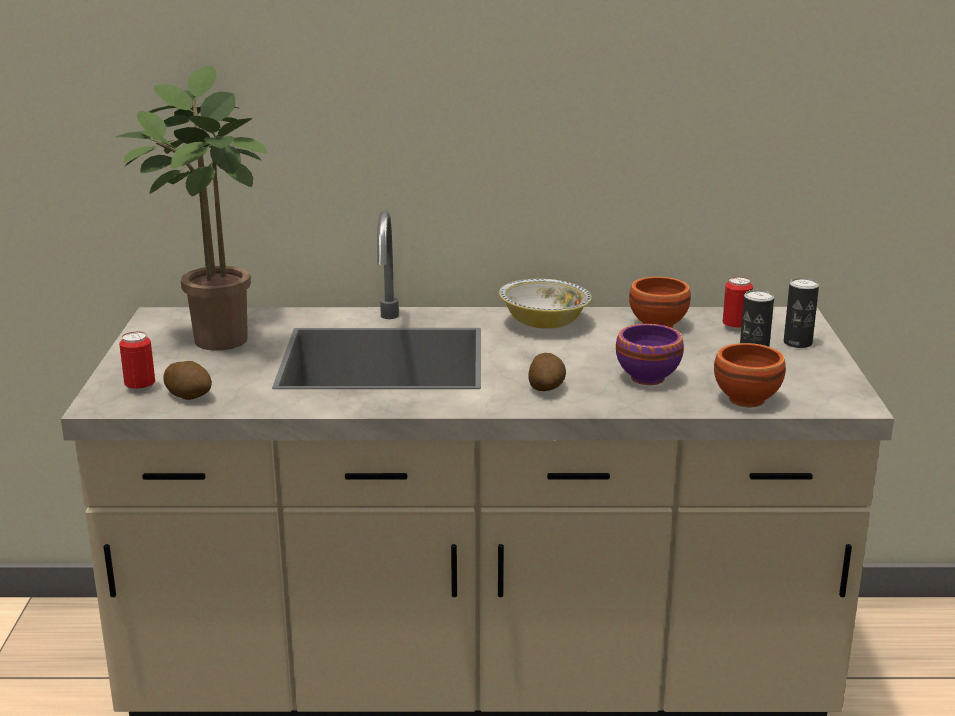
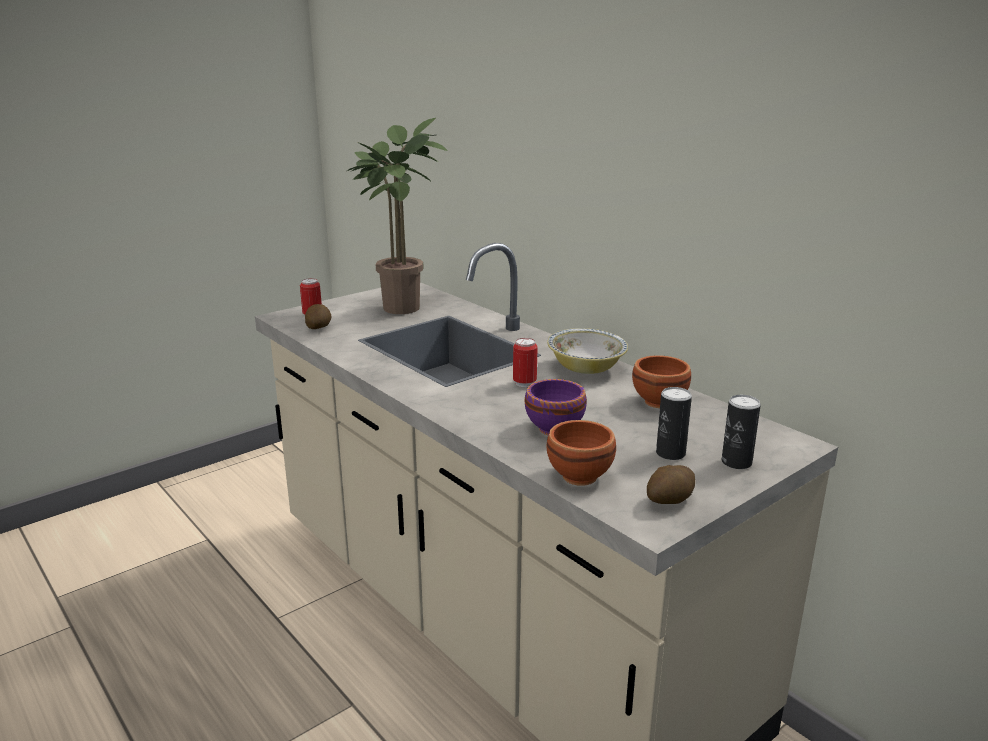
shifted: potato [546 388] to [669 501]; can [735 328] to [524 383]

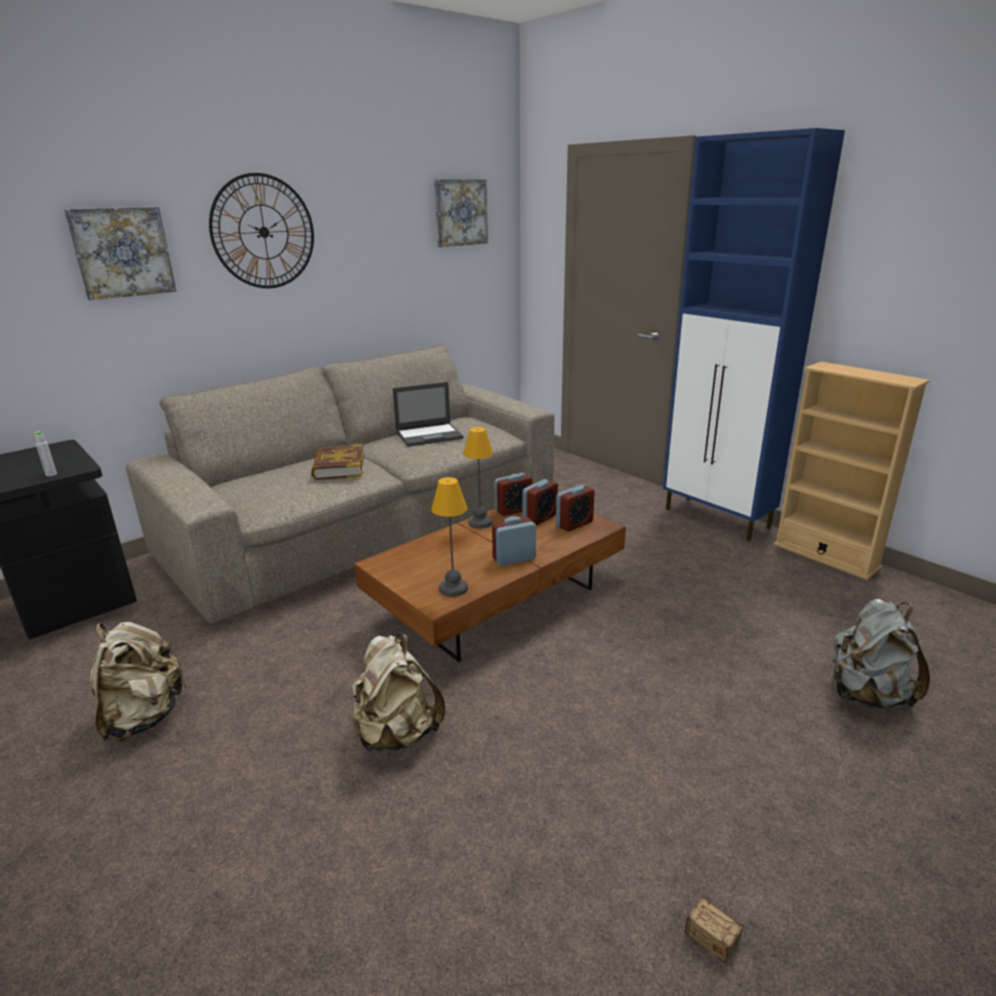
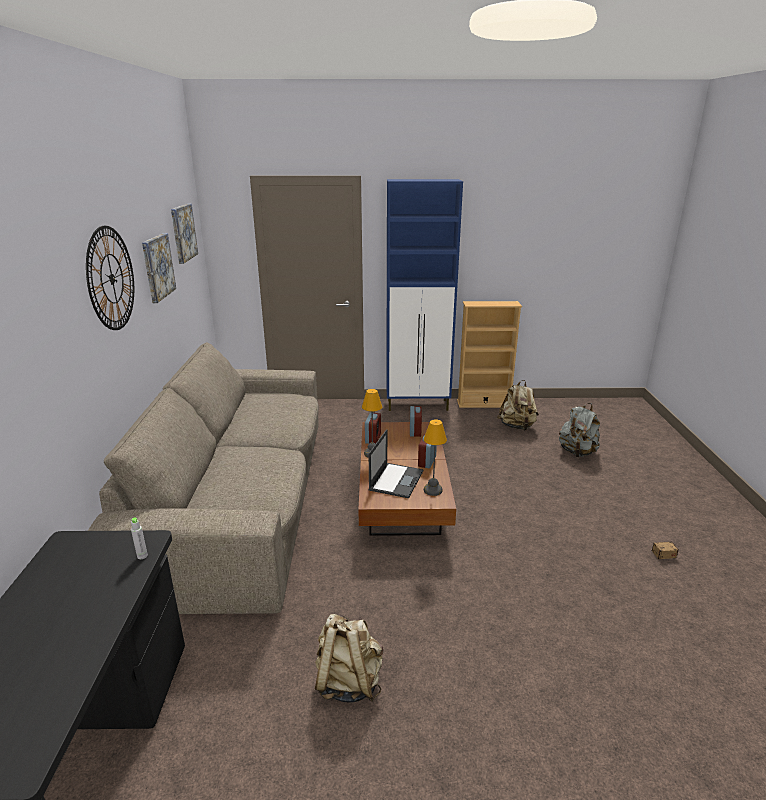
gone: book [338 467]; alarm clock [540 518]
shifted: picture [122 252] to [157 267]; beige backpack [396 734] to [517 427]; laptop [430 435] to [396 480]

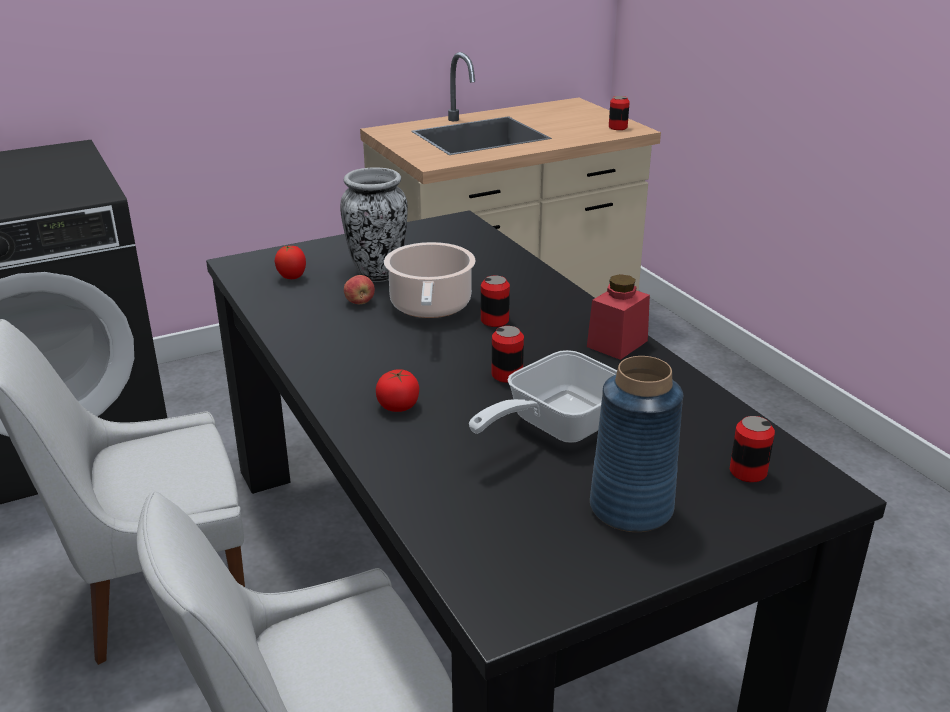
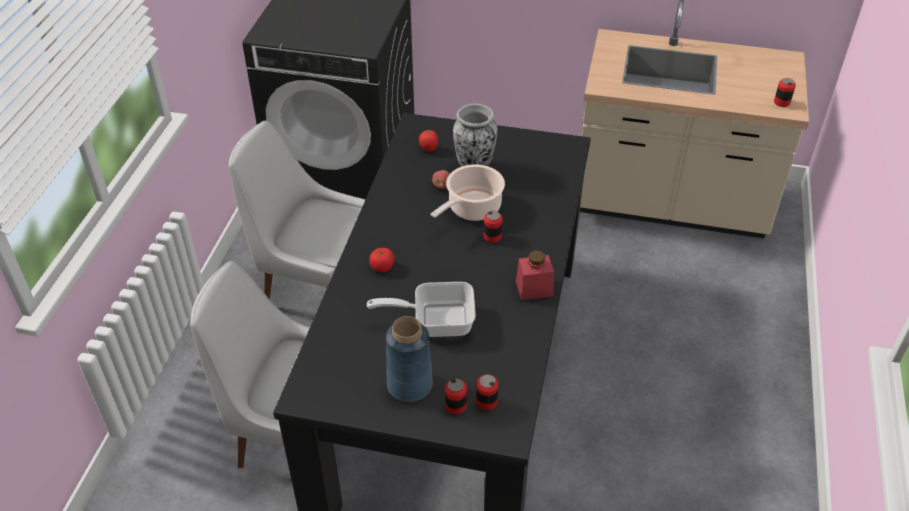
shifted: can [507 375] to [455 406]

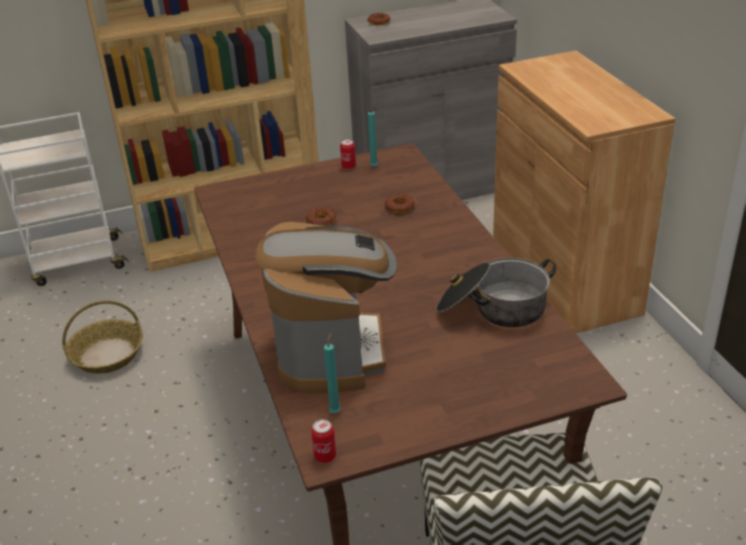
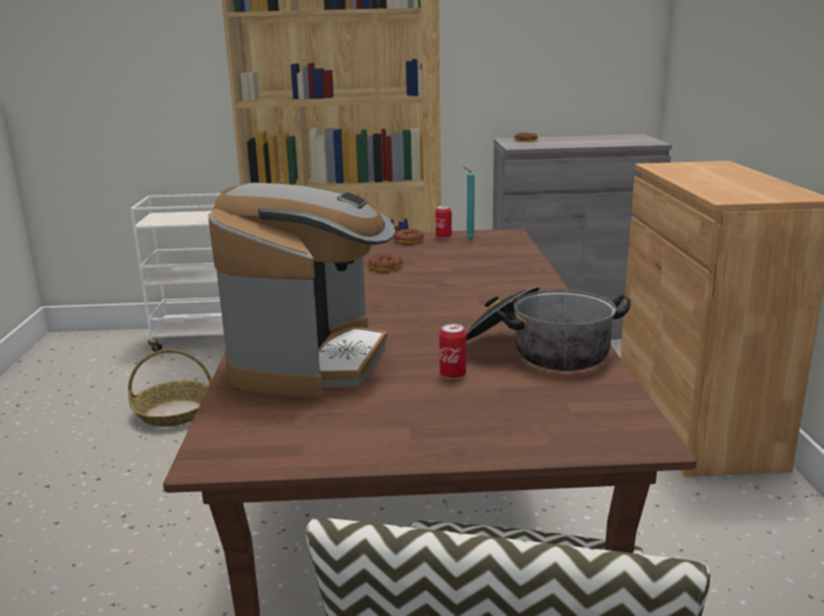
gone: turquoise candle [335 411]
shifted: can [325 456] to [452 375]; donut [399 207] to [408 240]

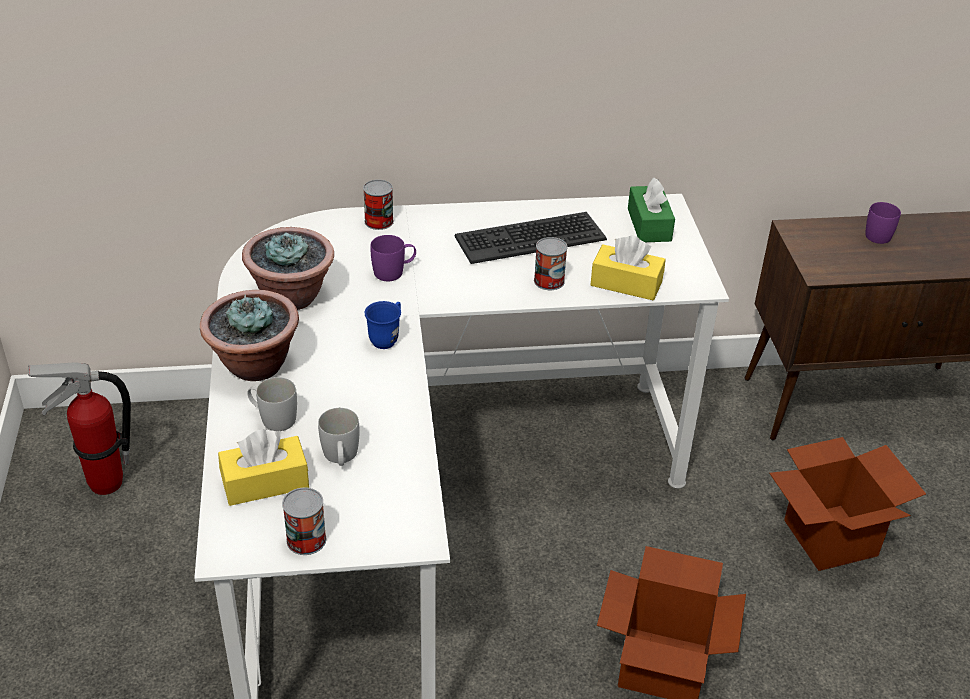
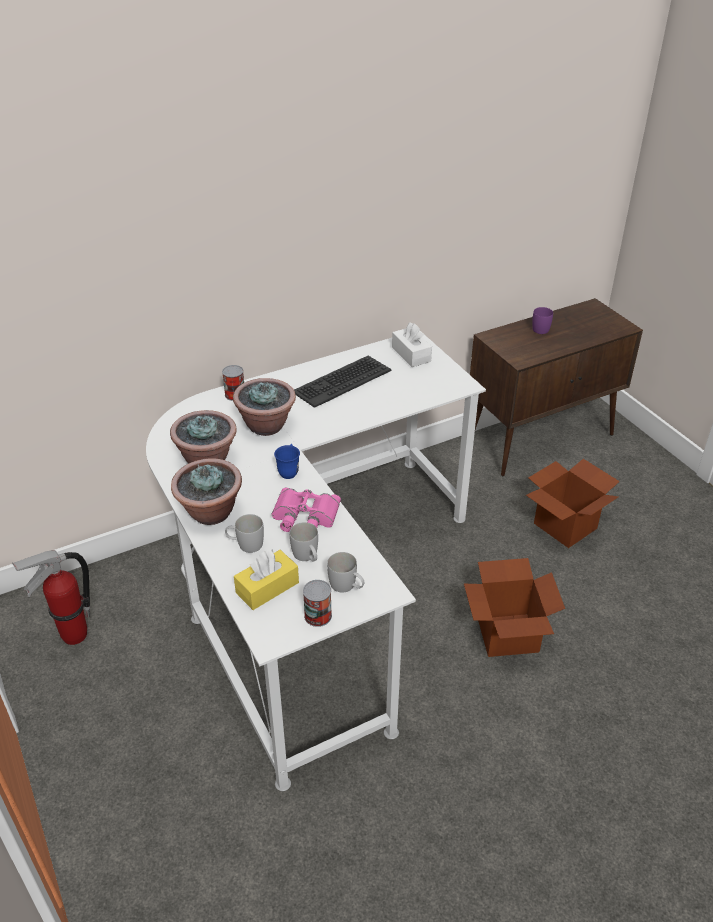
gone: can [549 281]; yellow tissue box [626 283]
new: pink binoculars [304 516]; white mug [347 586]
swapped: purple mug [394 272] to potted plant [266 425]
repainted: green tissue box [649 225] to white tissue box [411 354]

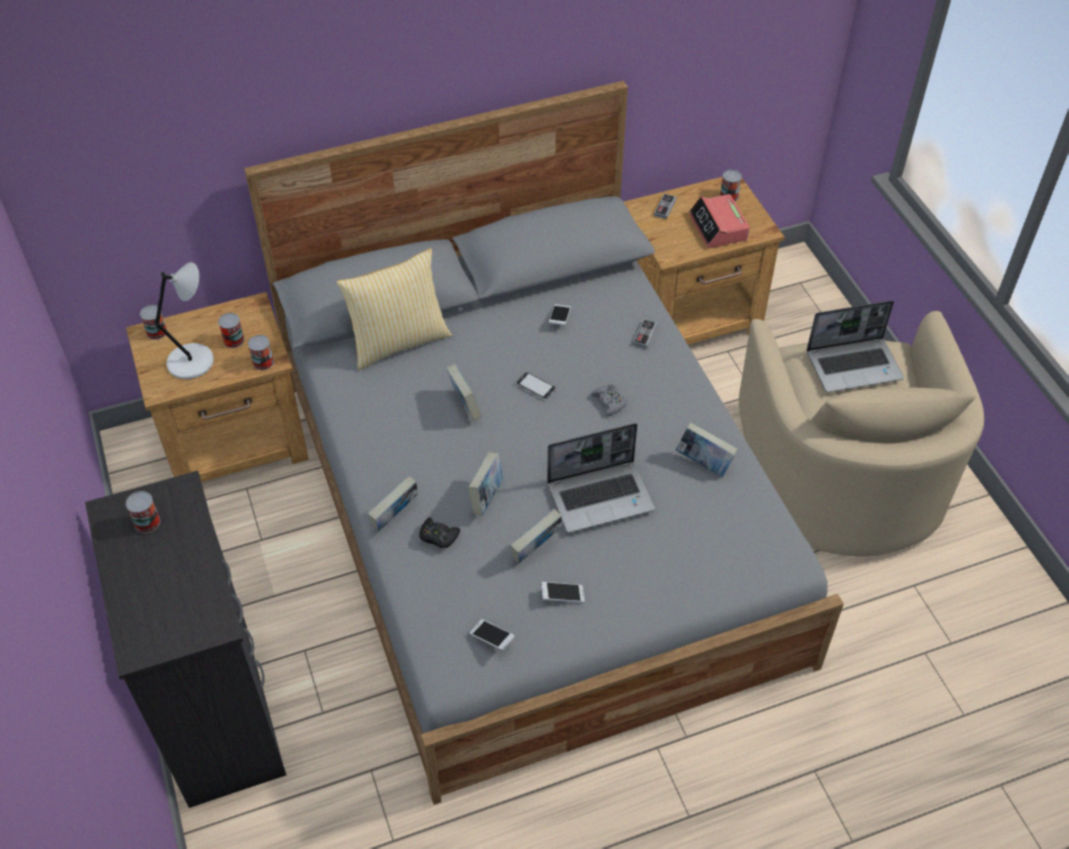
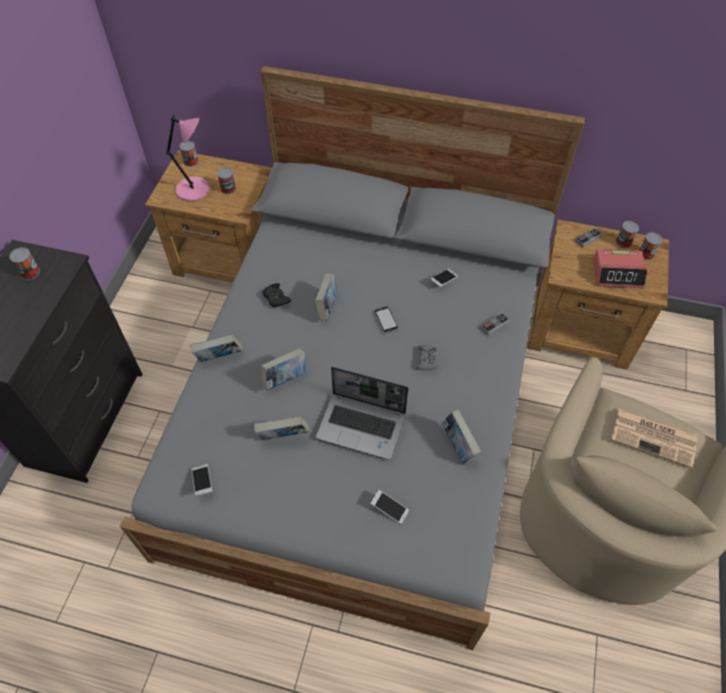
gone: pillow [398 341]
shifted: can [263 362] to [623 242]; black game controller [438 536] to [276 298]; phone [562 596] to [389 509]
swapped: laptop [854 365] to newspaper [655 437]
repainted: grey table lamp [193 361] to pink table lamp [195 189]
rotated: alarm clock [718 228] = [617 273] 105 degrees counterclockwise

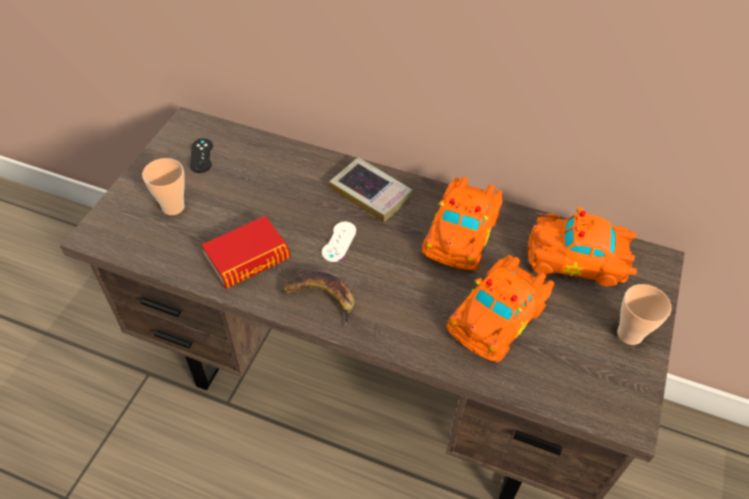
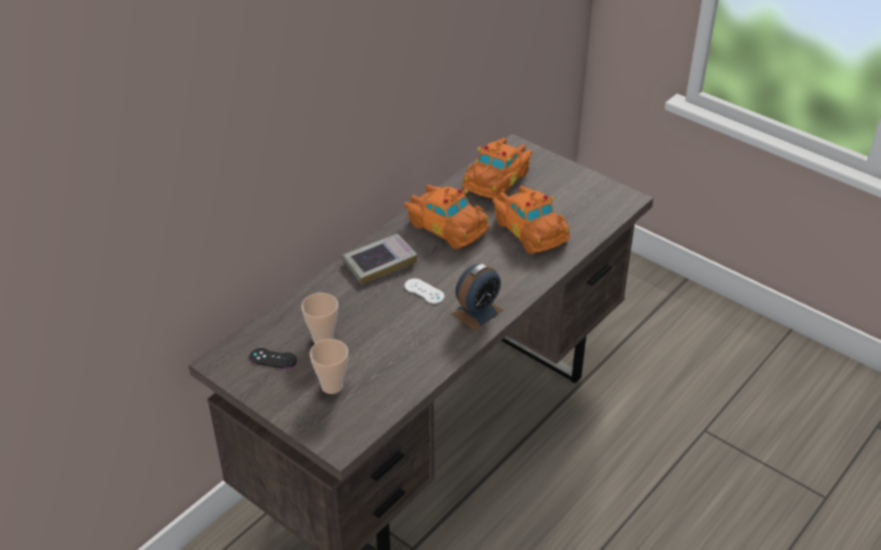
gone: book [247 258]
shifted: cup [629 334] to [323 338]
swapped: banana [322 298] to alarm clock [477 312]

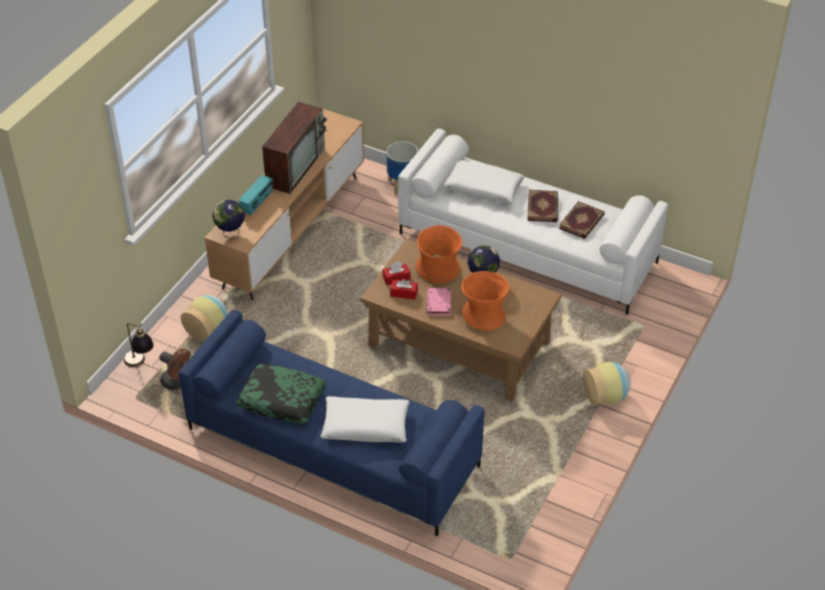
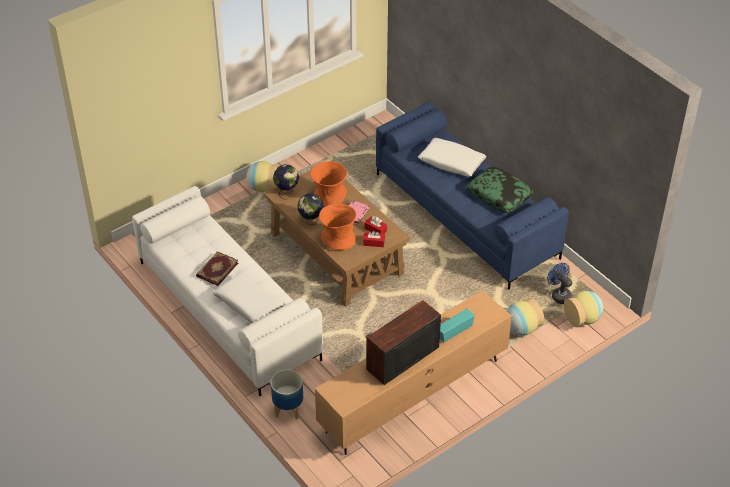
gone: book [582 222]
shifted: globe [230 234] to [286 191]
swapped: table lamp [140 363] to vase [583 319]
repainted: brown fan [177 382] to blue fan [559 295]

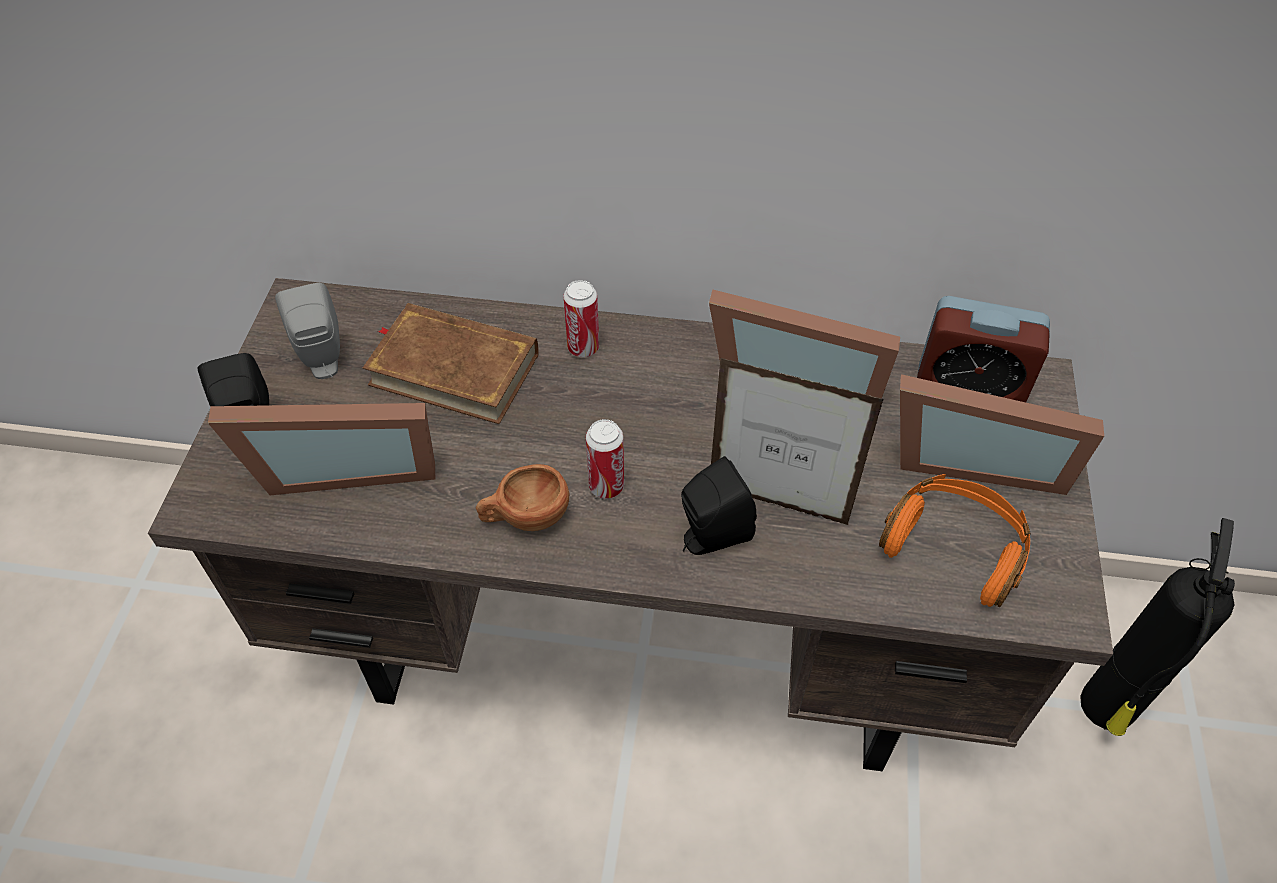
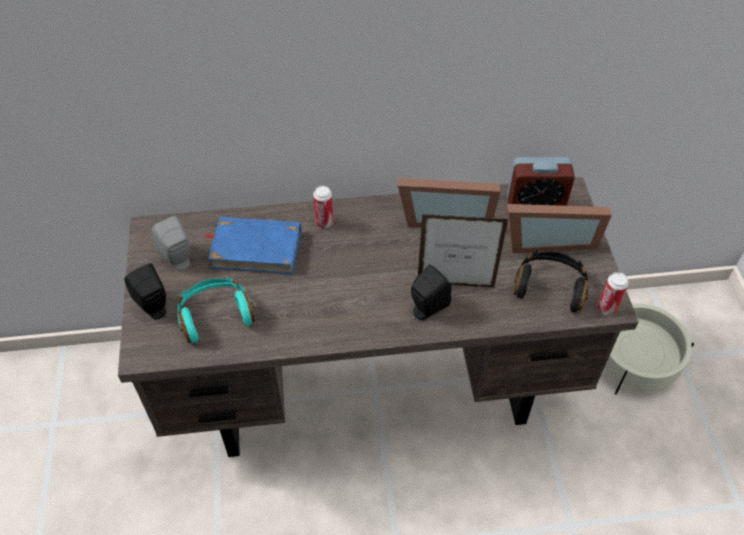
gone: brown cup [525 518]
shifted: can [606 486] to [607 308]
swapped: picture frame [344 466] to turquoise headphones [215 315]; fire extinguisher [1106 709] to beige planter [634 362]
repainted: brown book [454 368] to blue book [256 248]; orange headphones [954 547] to black headphones [550 287]

